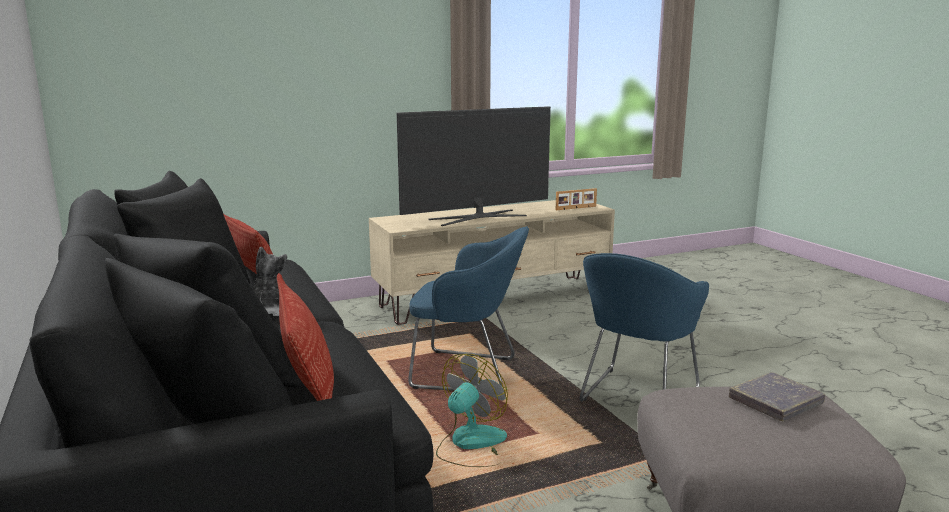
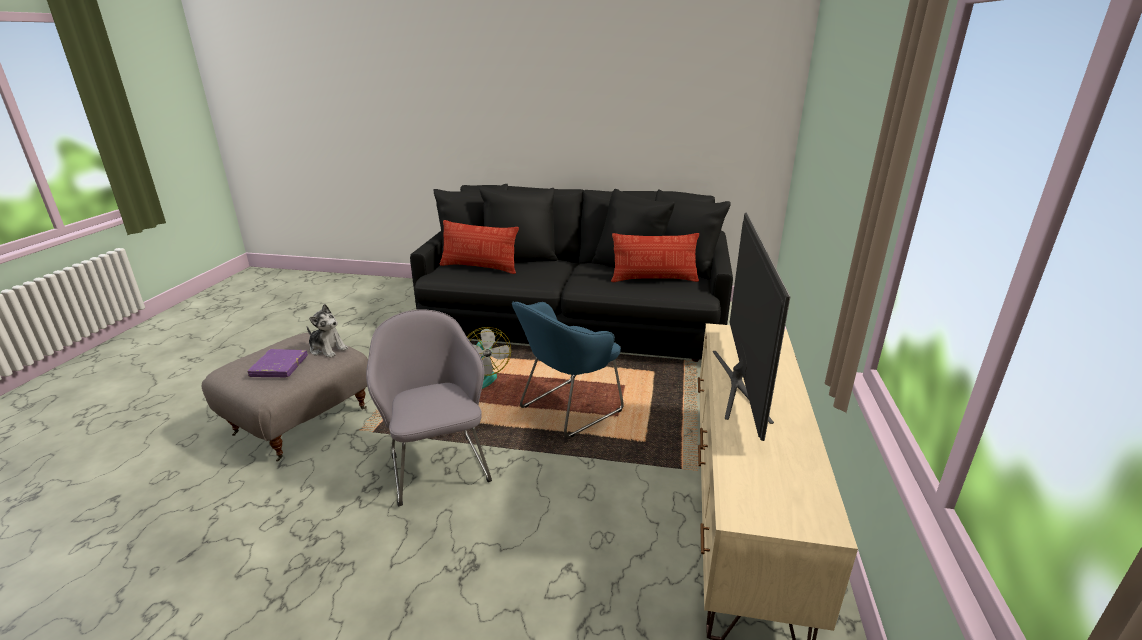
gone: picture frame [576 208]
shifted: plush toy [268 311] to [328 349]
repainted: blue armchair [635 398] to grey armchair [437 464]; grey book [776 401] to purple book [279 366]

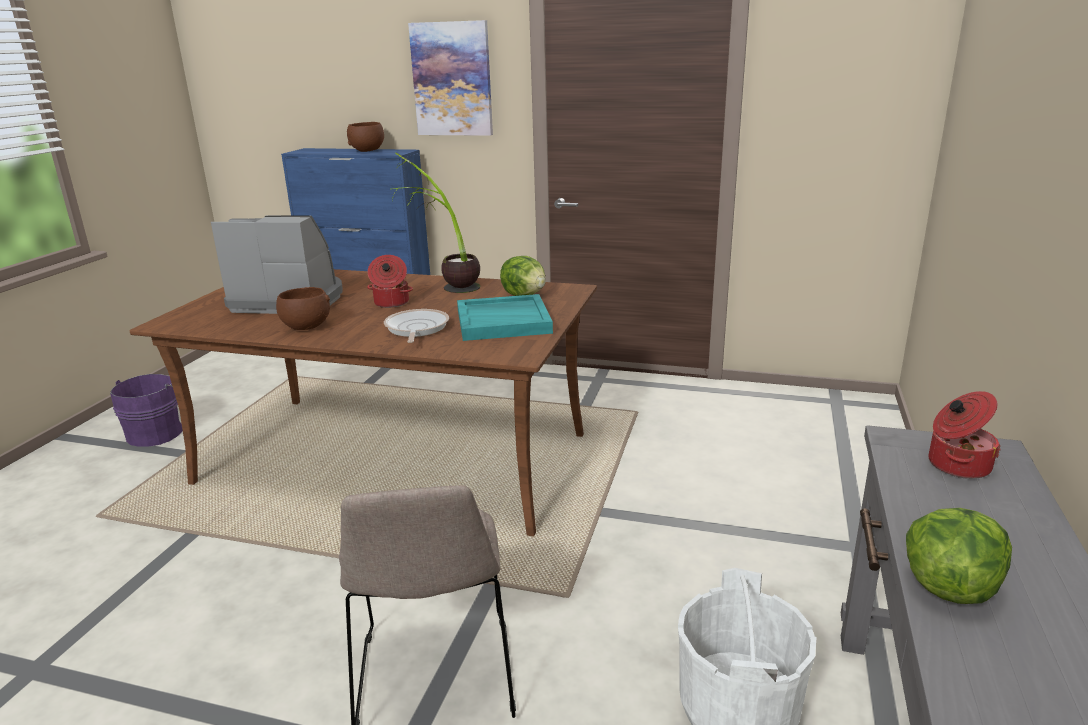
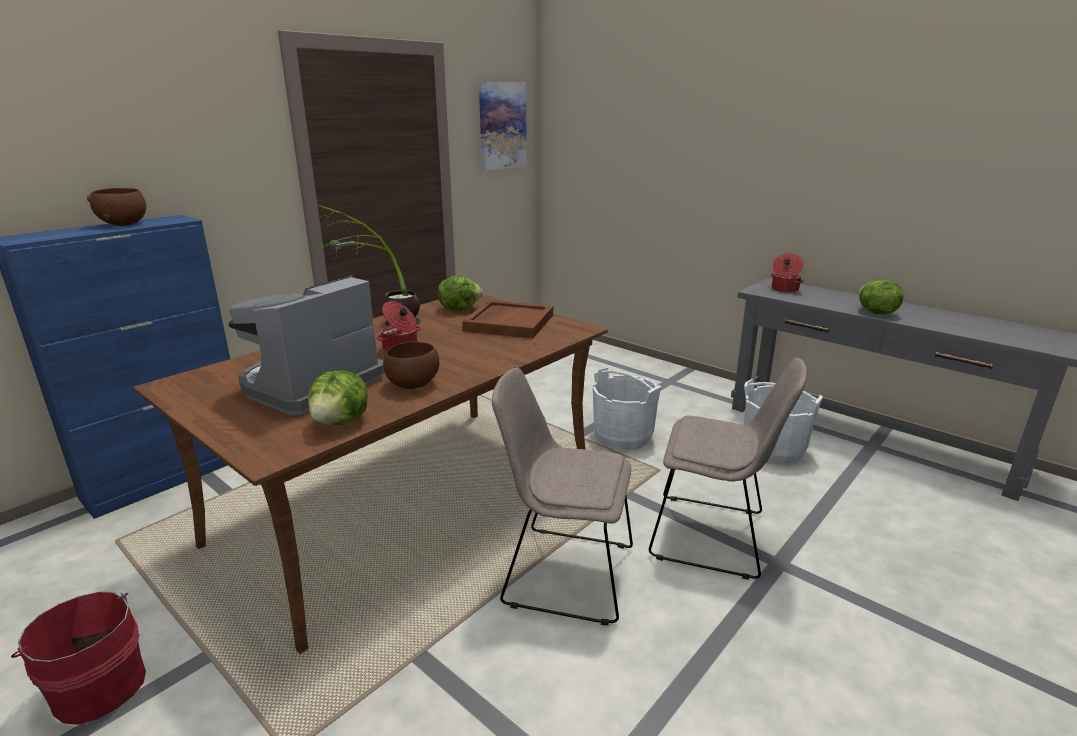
gone: frying pan [416 329]
new: lettuce [341 422]; beige chair [563 573]; white bucket [623 436]
shifted: picture [452 79] to [502 126]
repainted: purple bucket [157 433] to red bucket [98 685]; turquoise tray [504 321] to brown tray [509 322]

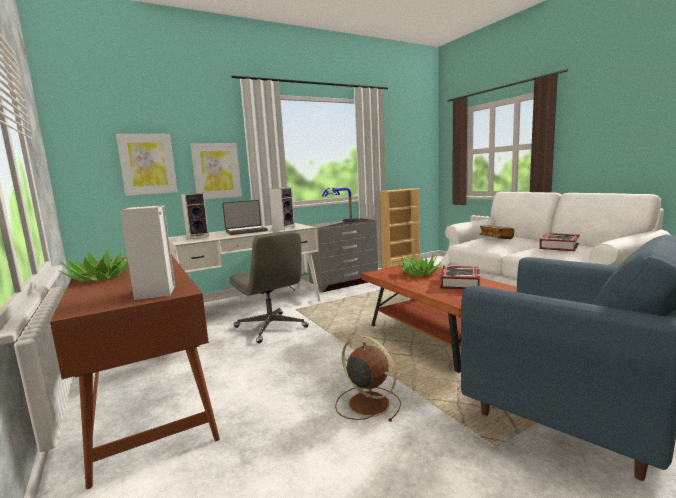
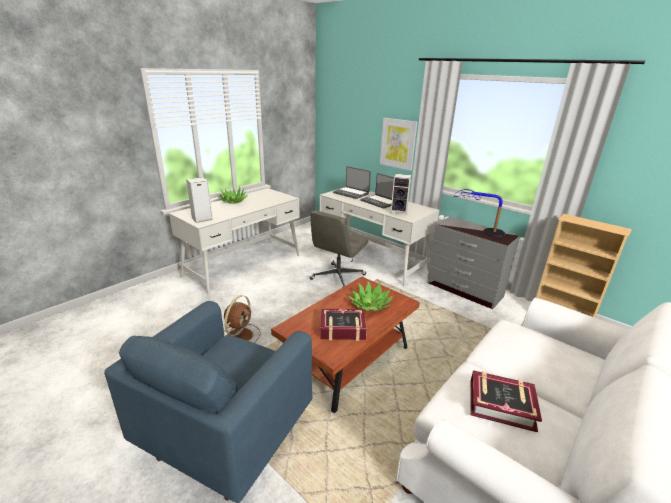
gone: picture [147 164]; book [496 238]
swapped: speaker [198 236] to laptop [351 193]
repainted: brown desk [148 396] to white desk [244 265]

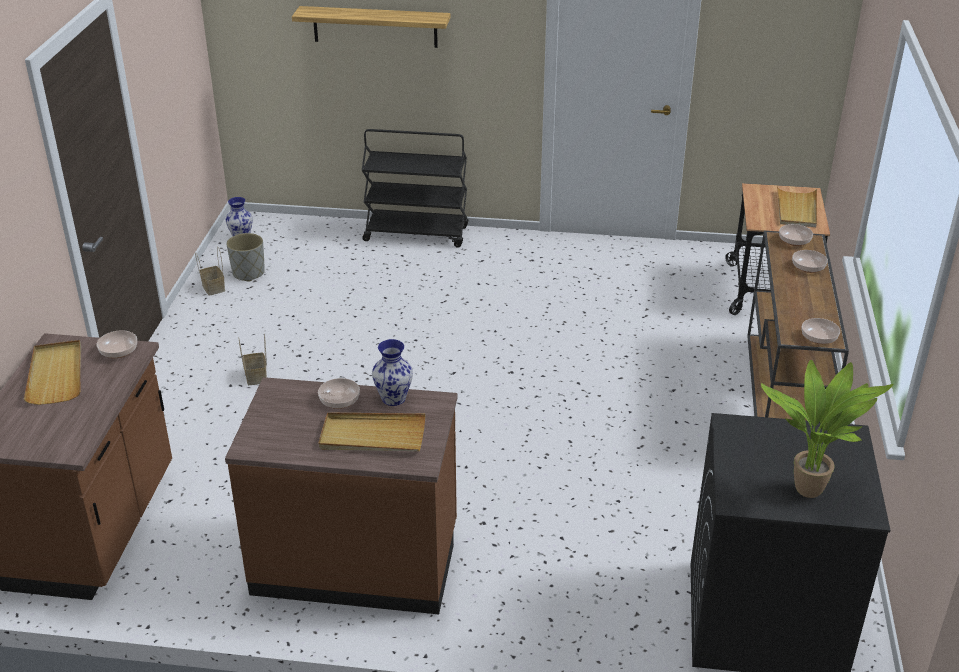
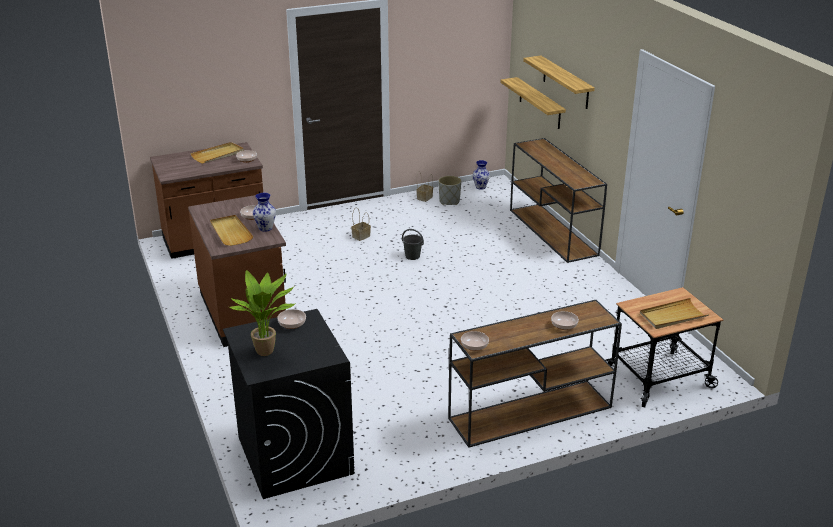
new: grey bucket [413 256]; shelf [539 103]
shifted: bowl [794 241] to [292 324]
swapped: black cart [417 234] to brown console table [553 232]

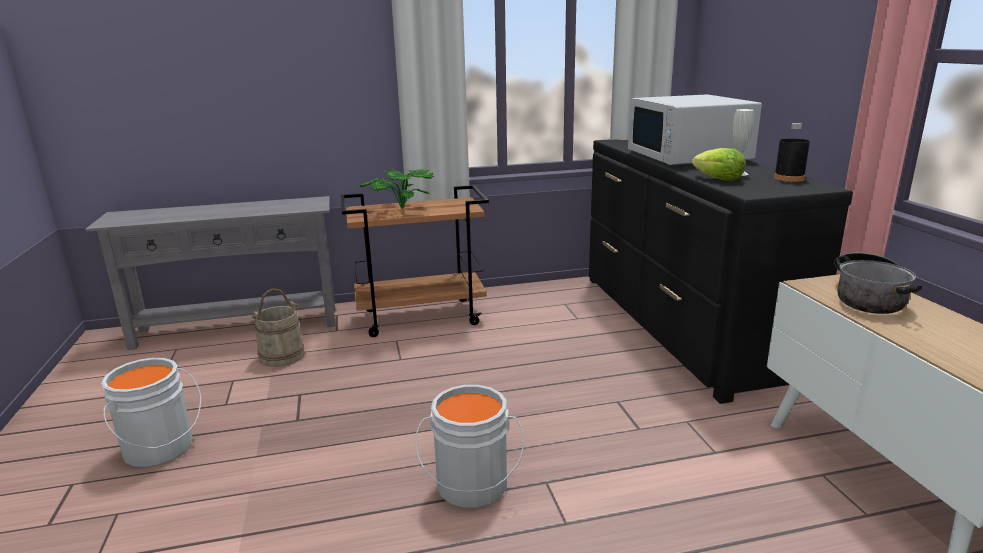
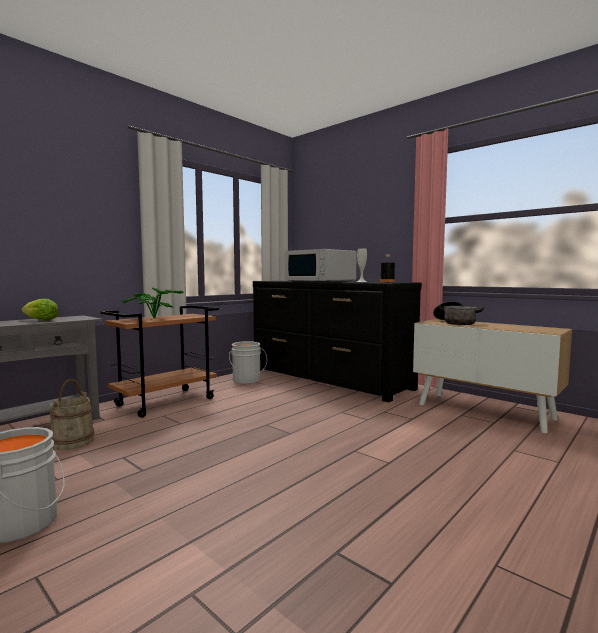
shifted: grey bucket [472 487] to [247 380]; lettuce [718 179] to [41 320]

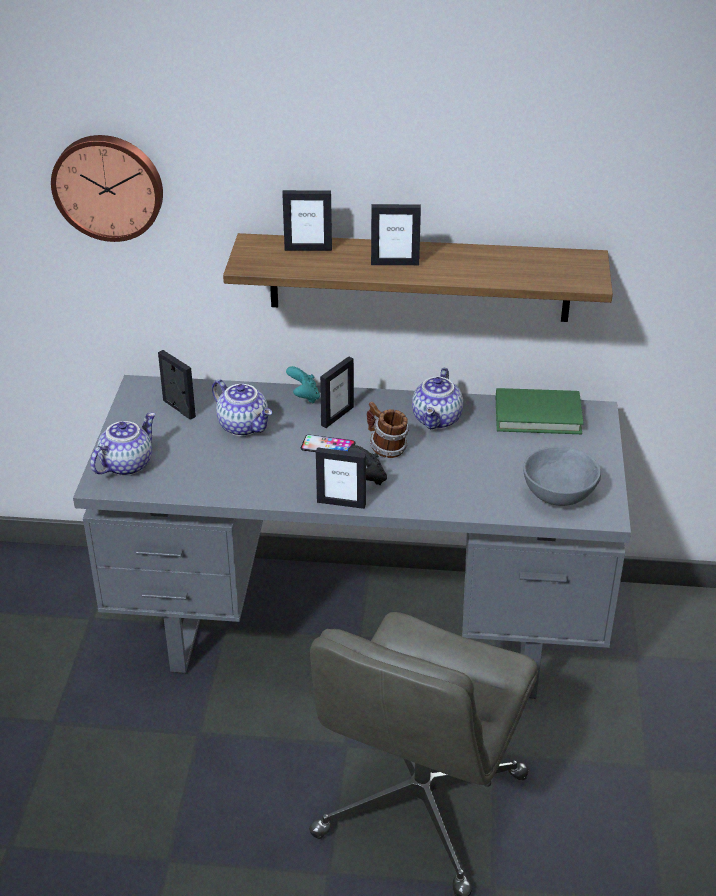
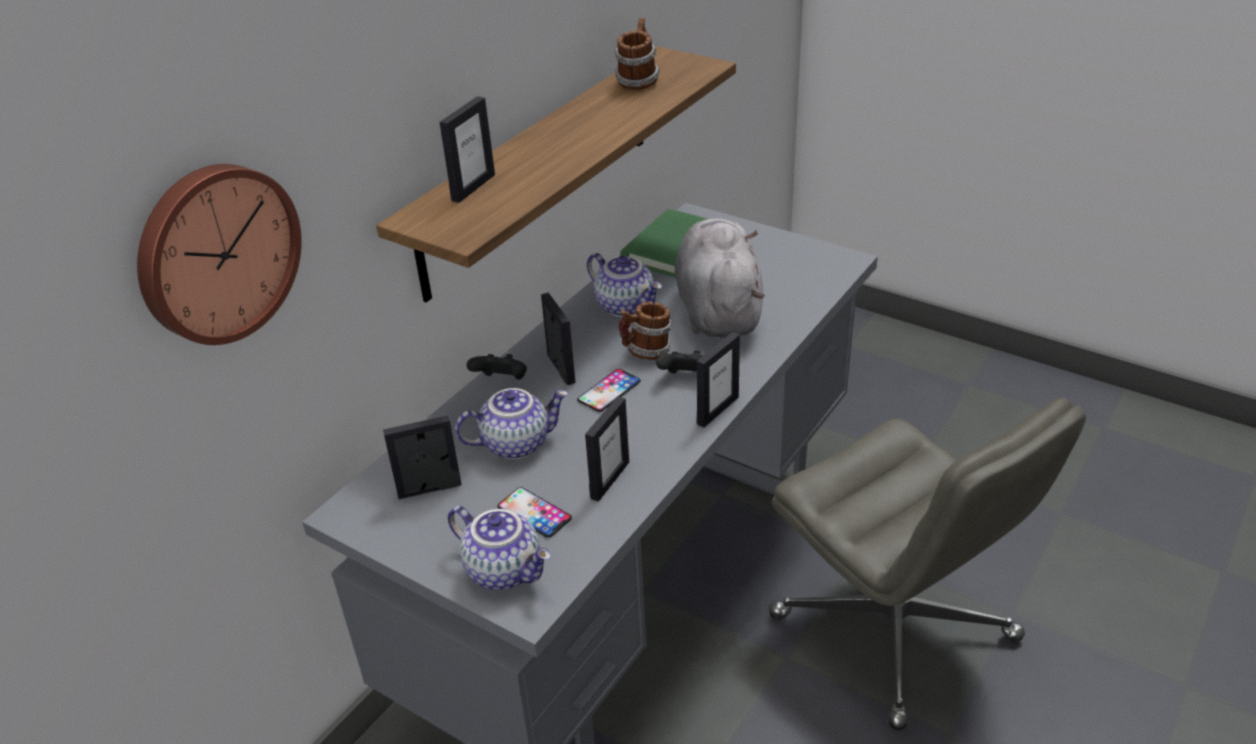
gone: grey bowl [557 495]
new: phone [534 512]; mug [637 81]; grey plush toy [718 309]
shifted: picture frame [395 263] to [609 480]
repainted: turquoise game controller [304 397] to black game controller [502 382]
rotated: teapot [126 464] = [505 570] 150 degrees clockwise

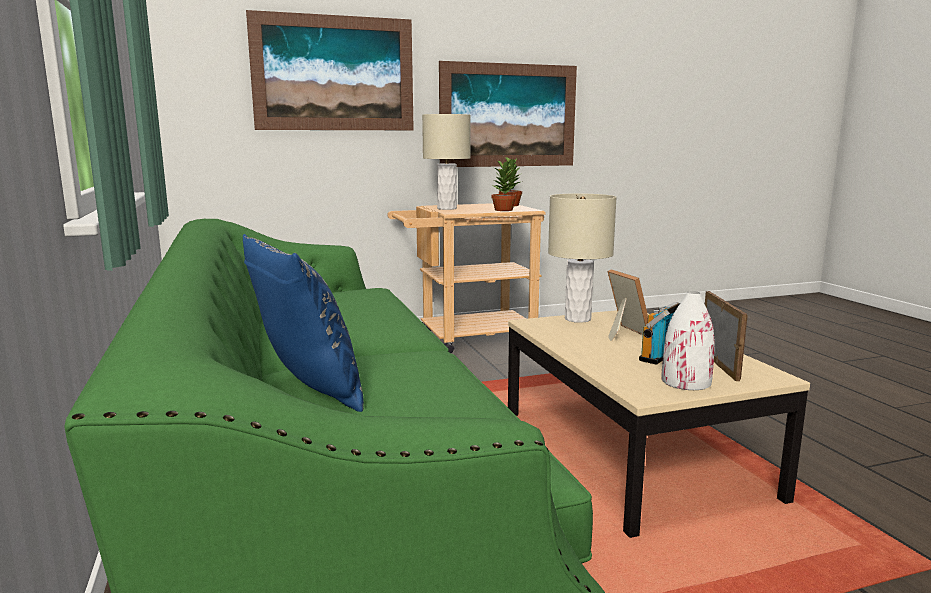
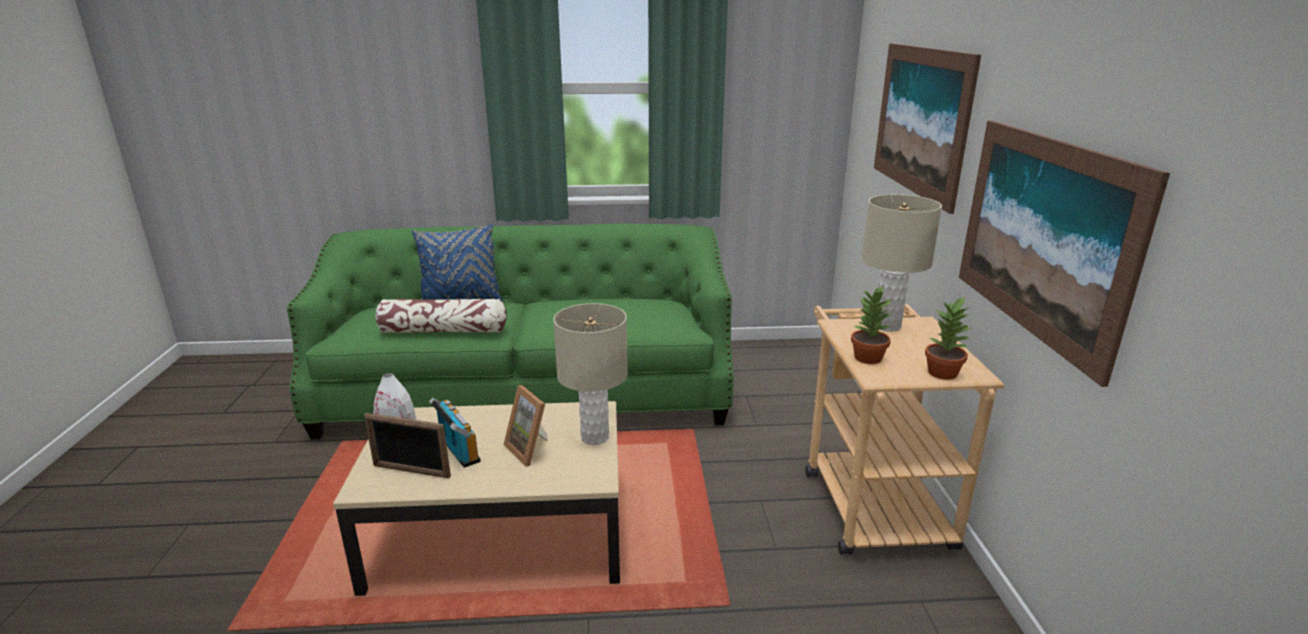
new: pillow [444 330]
rotated: picture frame [622 333] = [531 449] 60 degrees clockwise

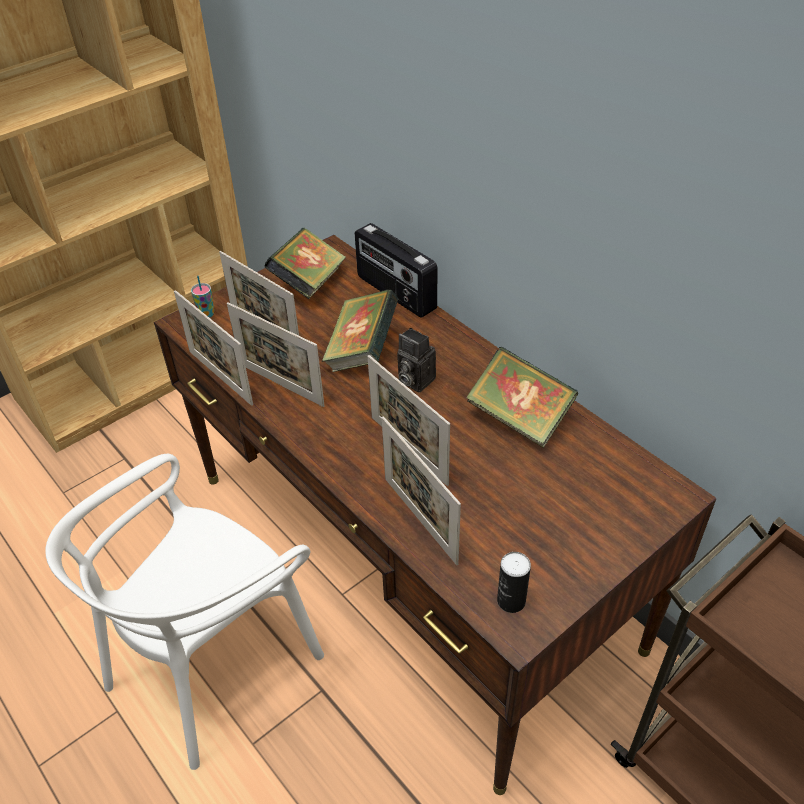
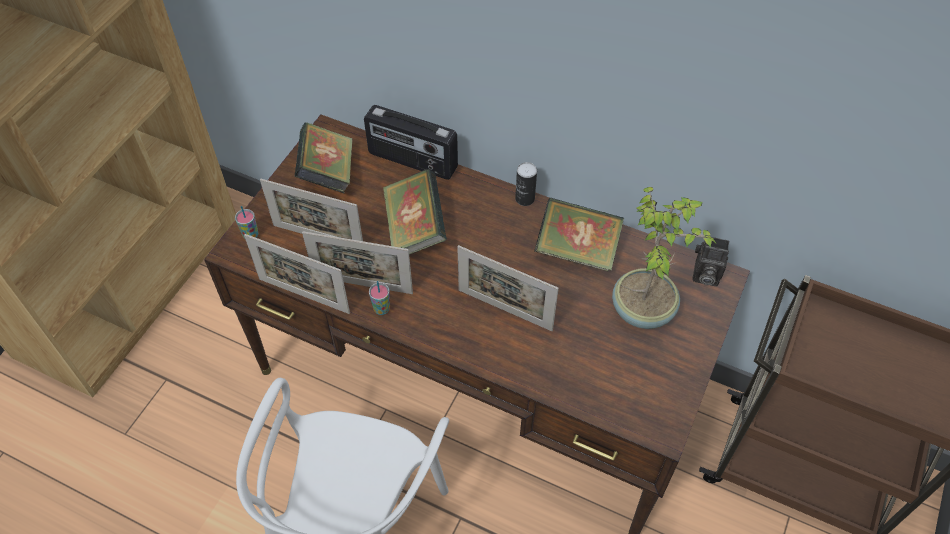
gone: picture frame [420 520]
new: cup [381 309]; potted plant [644 309]
shifted: photo camera [414 380] to [704 275]; can [511 601] to [525 198]

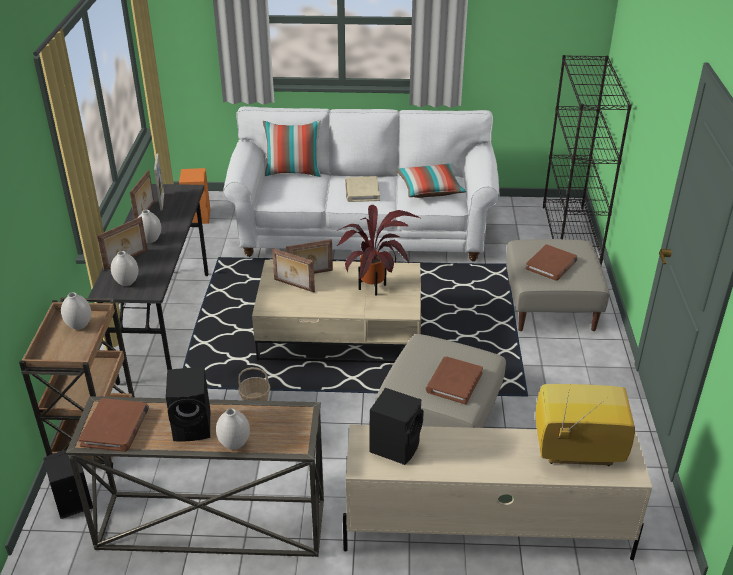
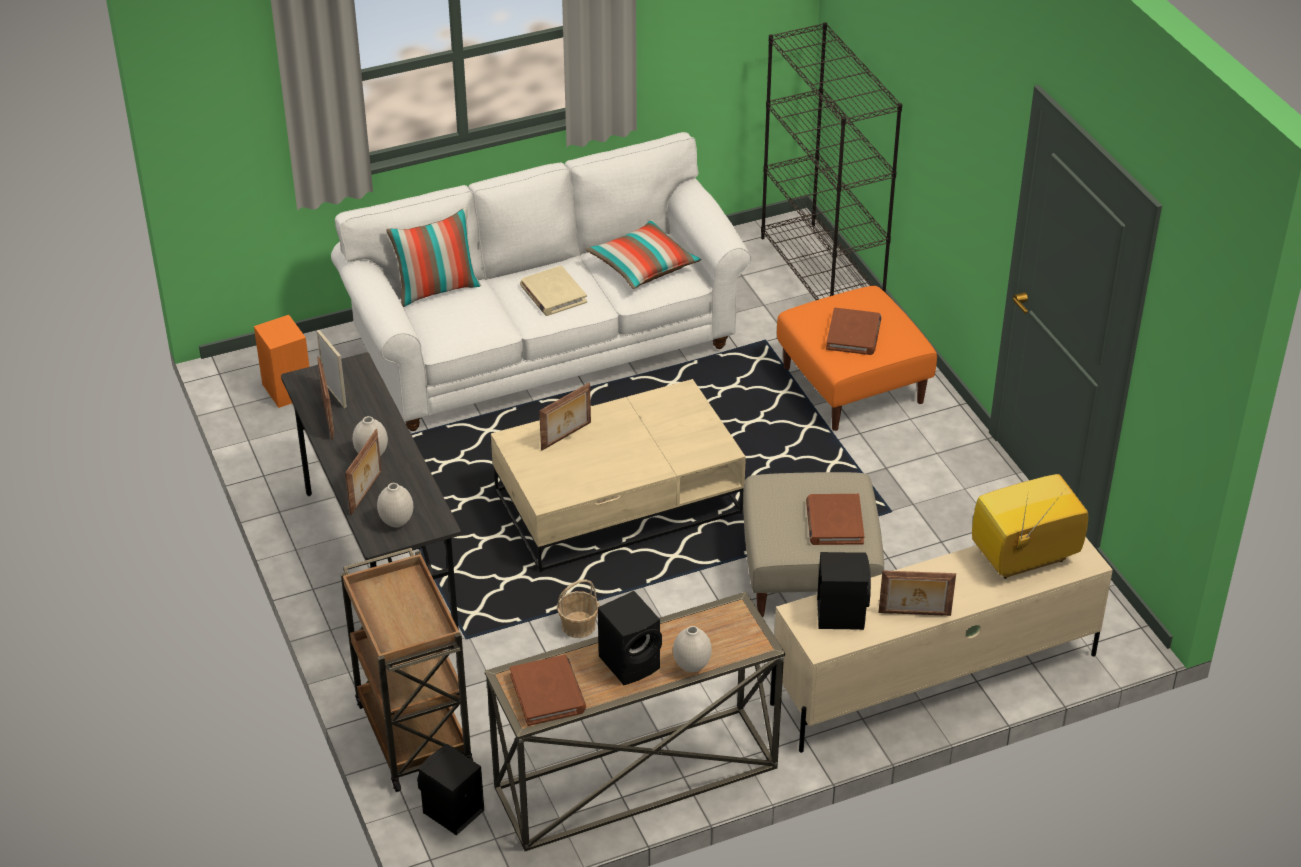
gone: white vase [79 326]; potted plant [374 289]
shifted: picture frame [293 286] to [914 614]
repainted: beige ottoman [551 306] to orange ottoman [853 385]

